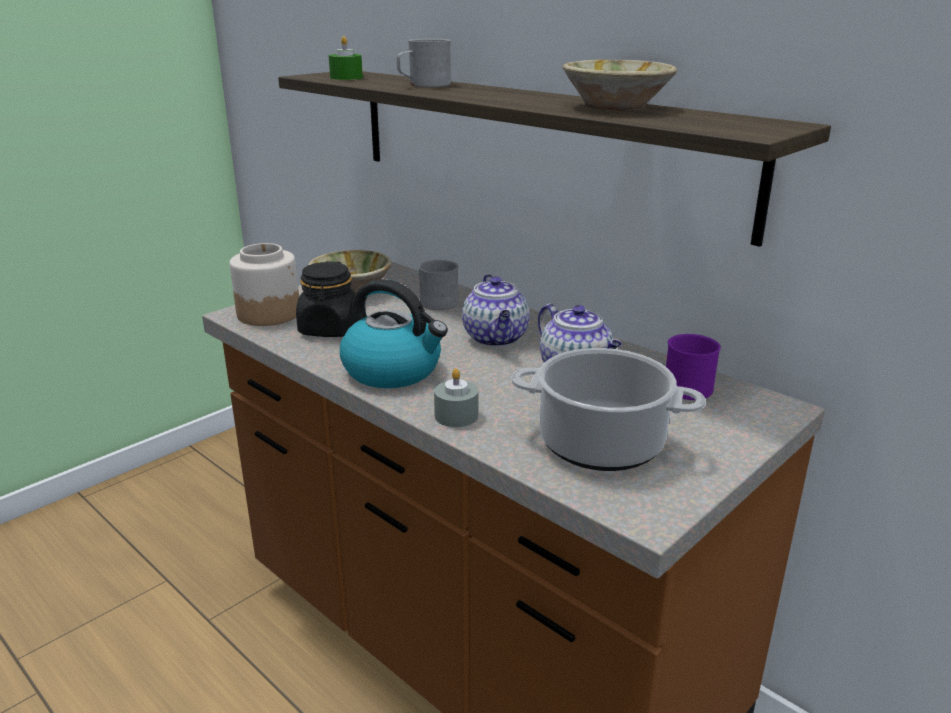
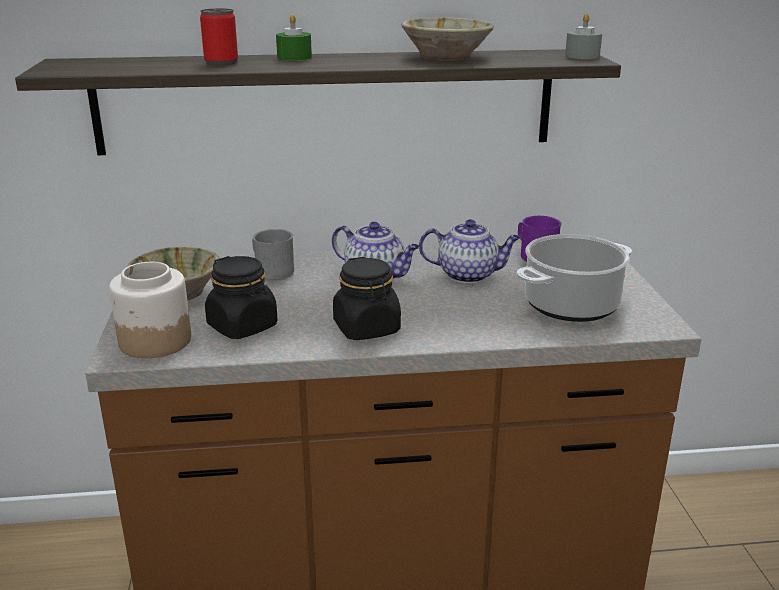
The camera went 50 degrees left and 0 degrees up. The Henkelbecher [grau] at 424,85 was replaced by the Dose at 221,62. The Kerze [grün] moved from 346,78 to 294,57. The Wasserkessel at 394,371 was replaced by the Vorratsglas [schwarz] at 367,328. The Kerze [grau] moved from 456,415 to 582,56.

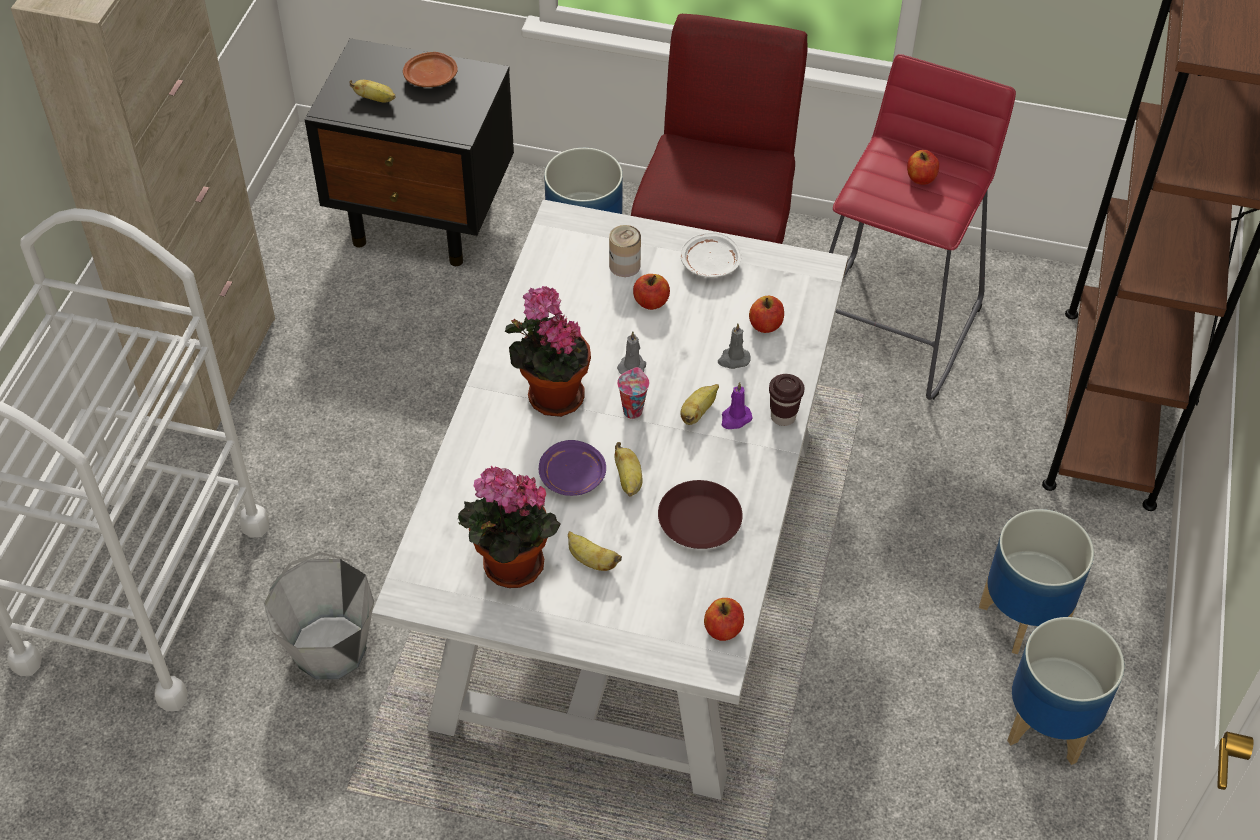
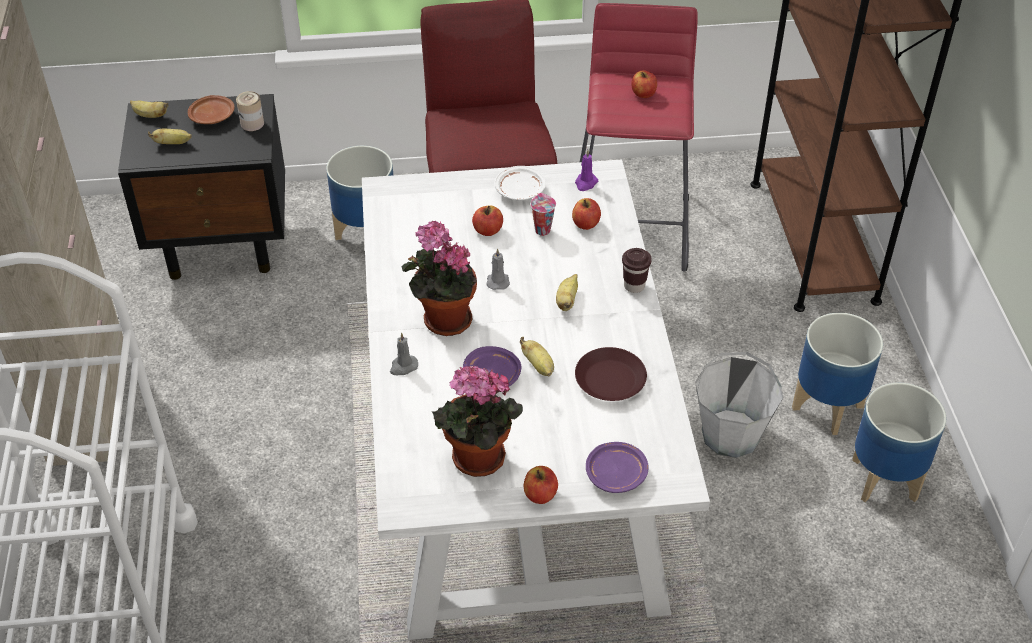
The camera went 20 degrees left and 5 degrees down. The Banane moved from 591,560 to 150,115. The Dose moved from 624,265 to 252,123. The Kerze [grau] moved from 733,359 to 403,367. The Apfel moved from 723,629 to 540,494. The Tasse moved from 632,410 to 542,229. The Kerze [lila] moved from 735,418 to 585,183. The Teller [lila] at 616,474 appeared. The Eimer [grau] moved from 330,648 to 731,434.

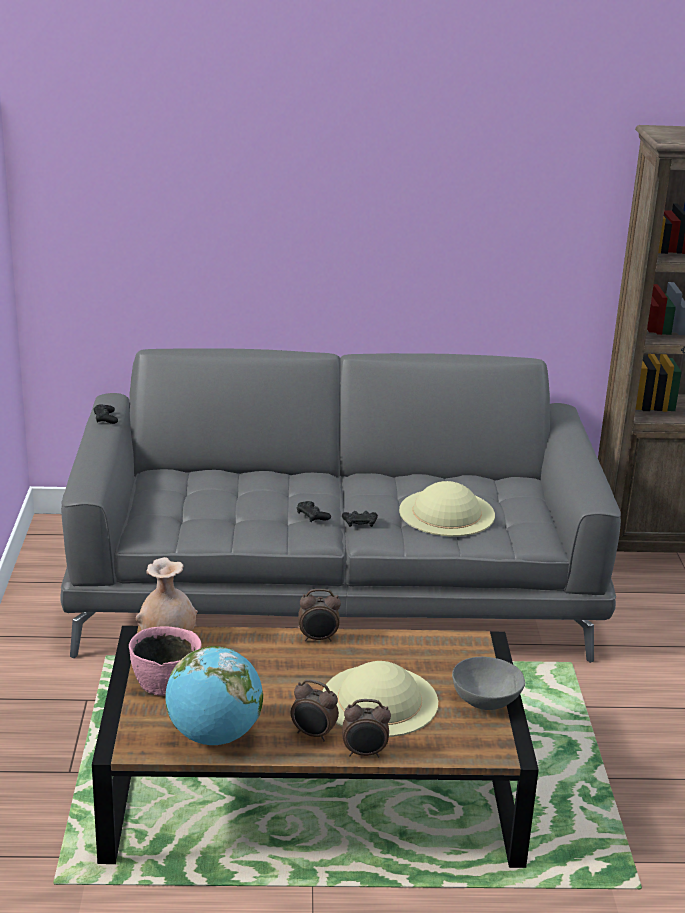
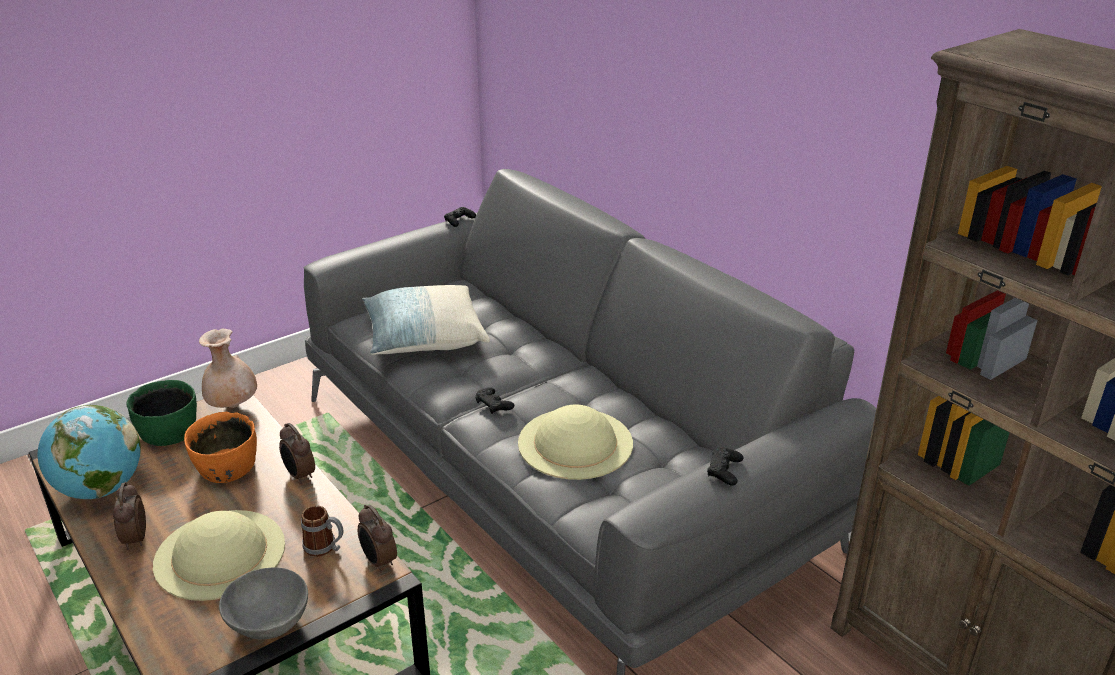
The camera went 55 degrees right and 5 degrees up. The Schüssel [rosa] at 165,680 became the Schüssel [grün] at 169,431. The Schüssel [orange] at 226,467 appeared. The Henkelbecher at 325,548 appeared. The Wecker moved from 364,753 to 378,562. The Kissen at 424,338 appeared. The Gamepad [schwarz] moved from 312,516 to 724,470.

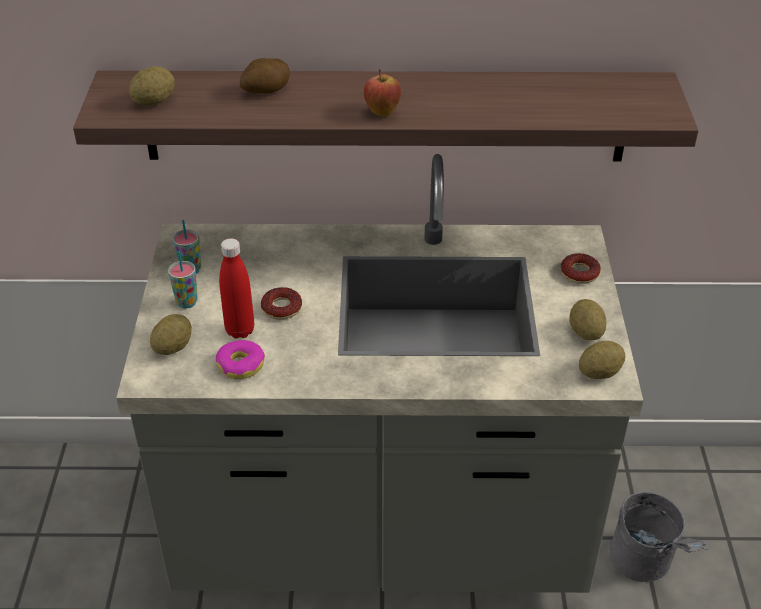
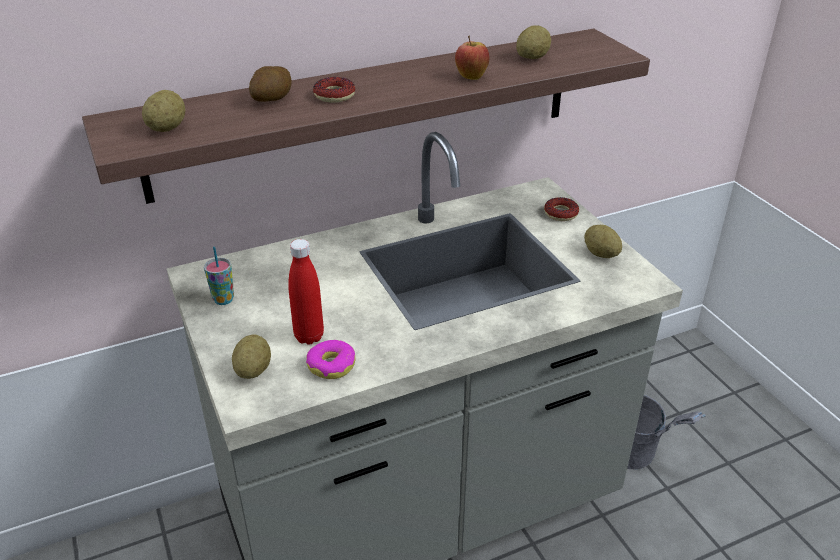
The camera went 25 degrees left and 5 degrees down. The Donut moved from 281,308 to 334,95. The Apfel moved from 382,112 to 471,77. The Kartoffel moved from 599,372 to 532,58. The Tasse at 187,302 disappeared.

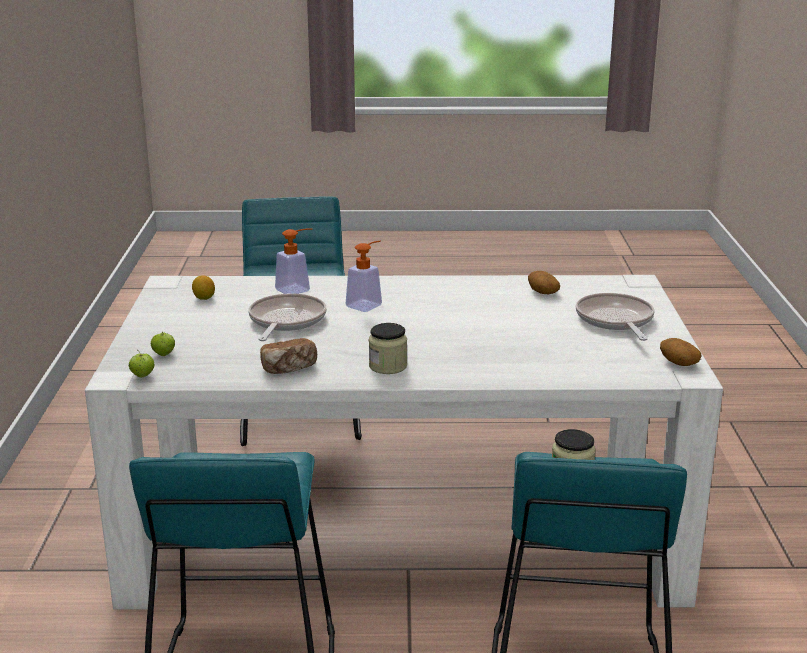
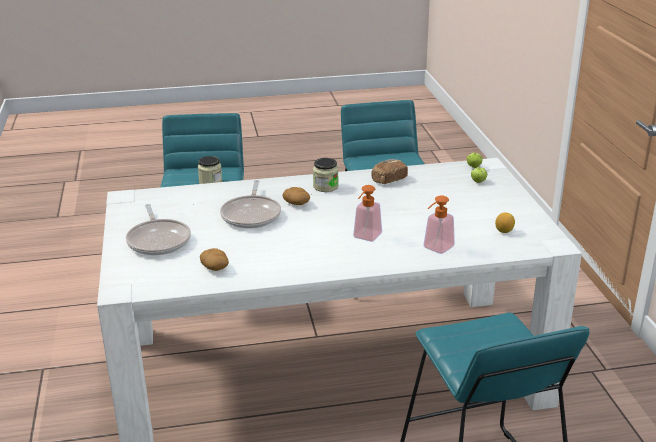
The camera went 170 degrees right and 5 degrees up. The Pfanne moved from 285,321 to 252,215. The Kartoffel moved from 678,362 to 297,203.

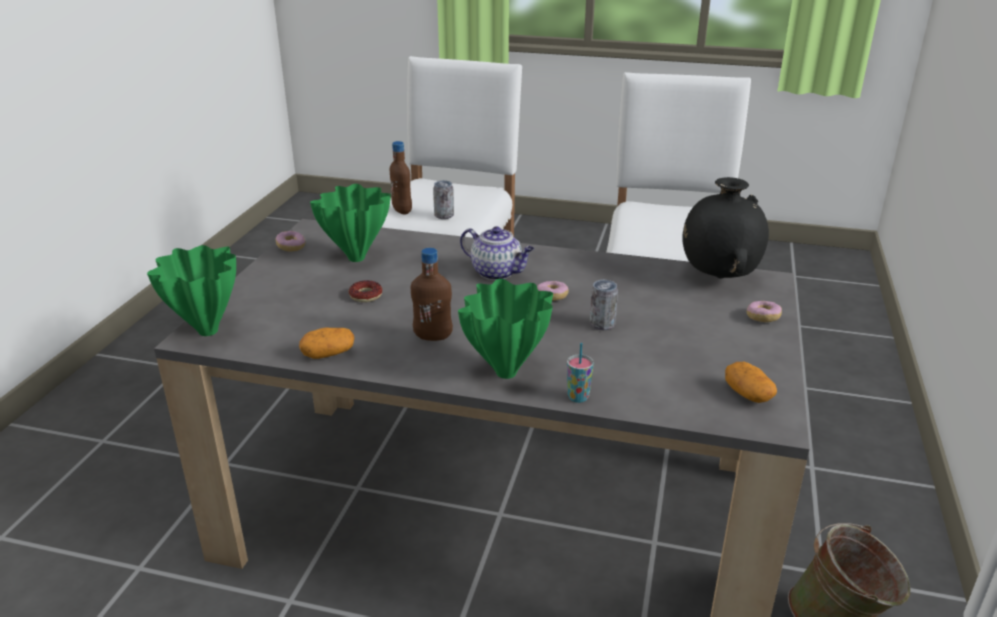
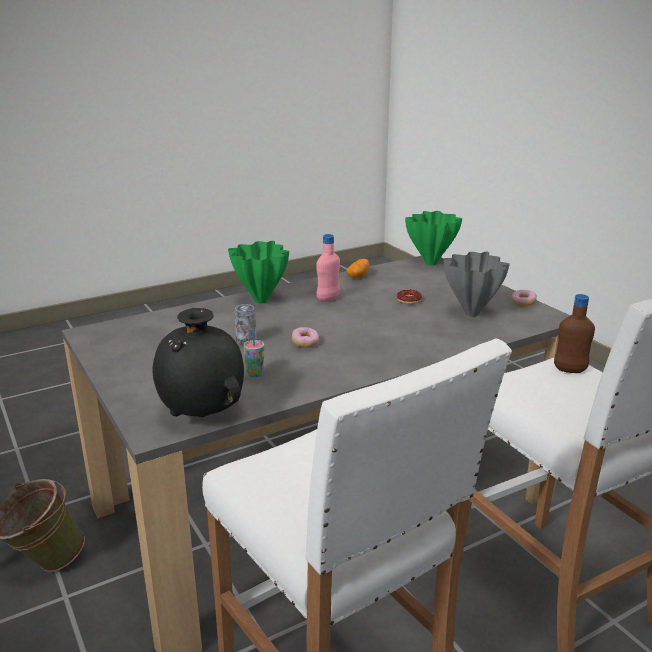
The camera went 135 degrees right and 5 degrees down. The Tasse moved from 578,397 to 255,374. The Flasche [braun] at 433,336 became the Flasche [rosa] at 328,299. The Vase [grün] at 358,258 became the Vase [grau] at 471,314. The Dose at 444,215 disappeared. The Teekanne at 497,272 disappeared. The Kartoffel at 747,394 disappeared. The Donut at 762,318 disappeared.

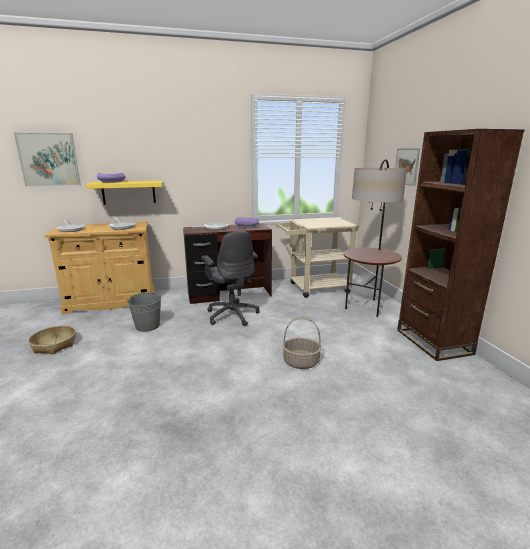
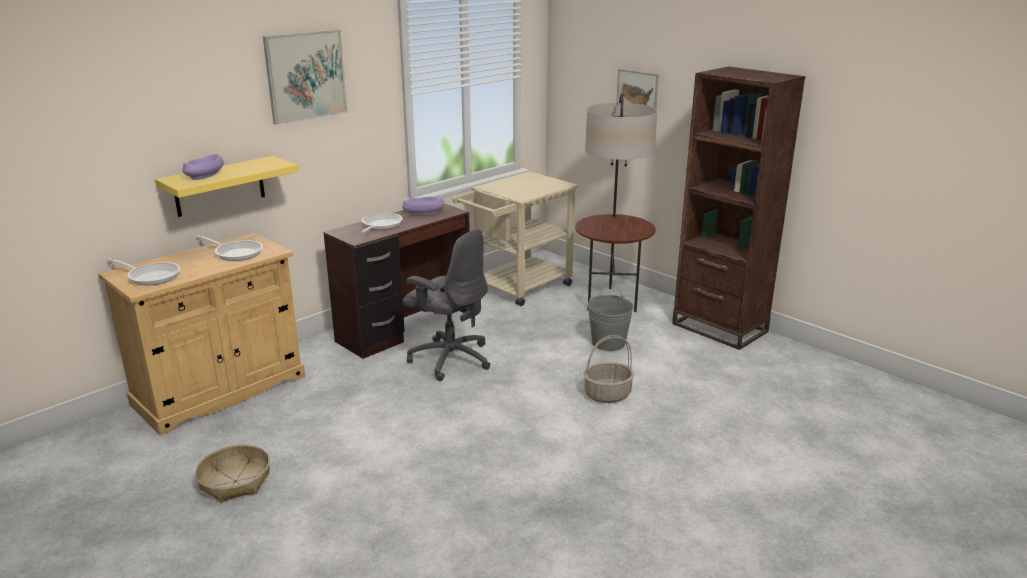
The camera went 30 degrees left and 5 degrees up. The Bild moved from 49,159 to 306,76. The Eimer [grau] moved from 147,326 to 608,343.

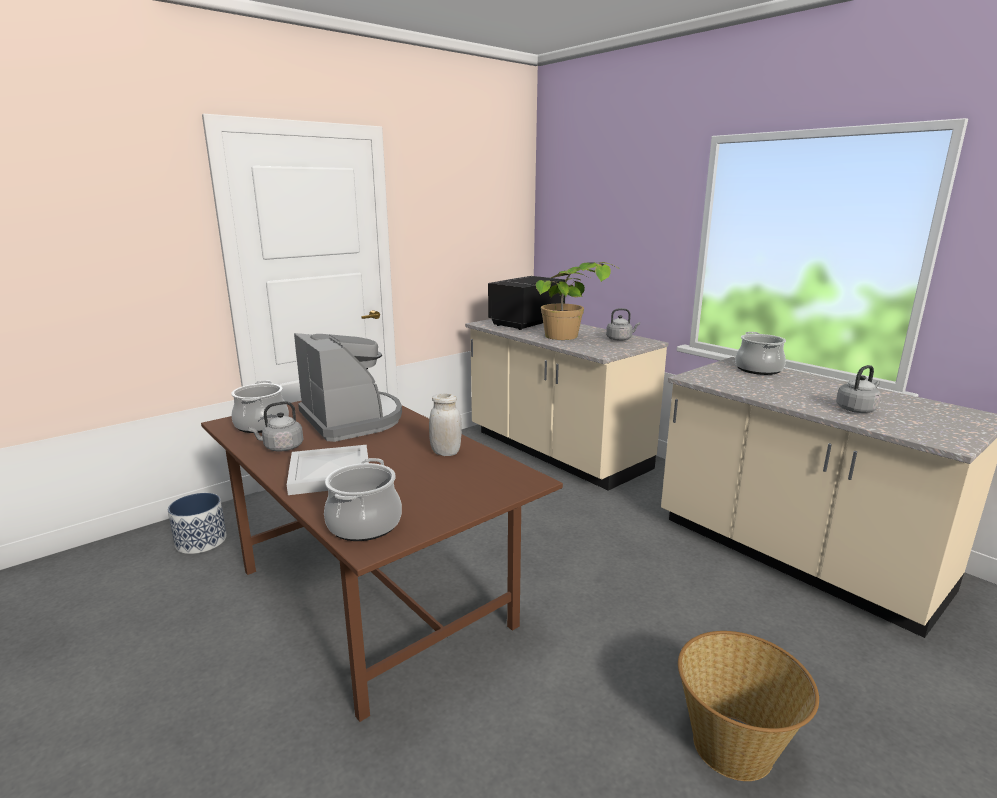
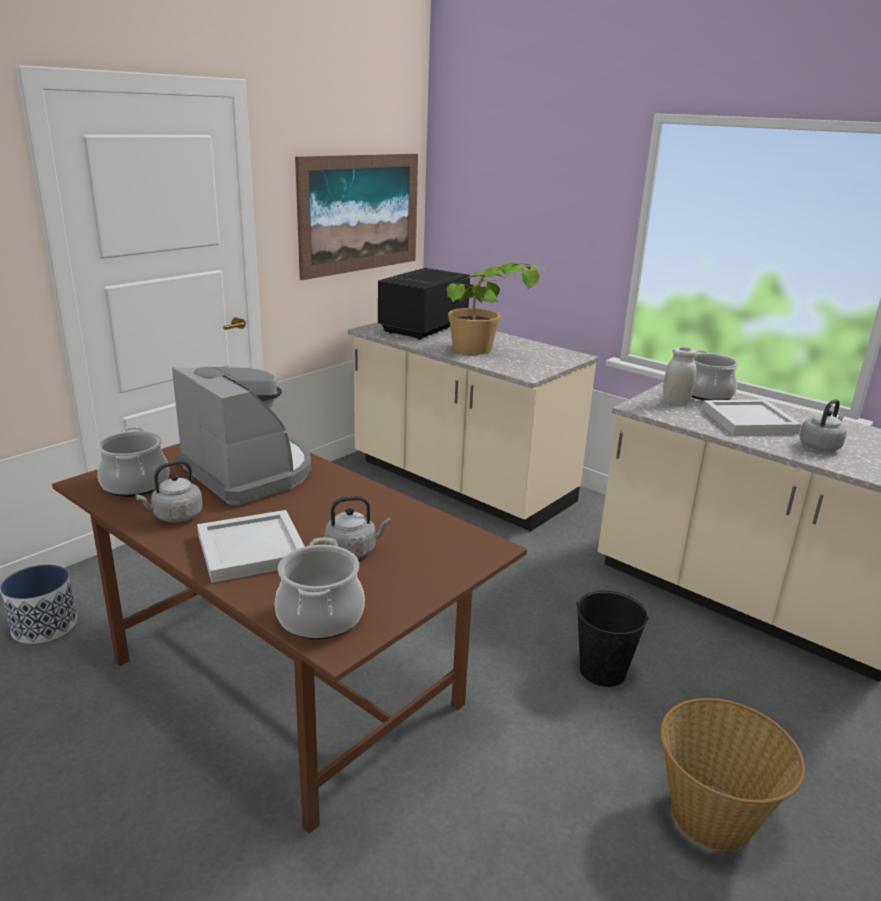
The camera went 10 degrees left and 5 degrees up. The Bild at 360,213 appeared. The Wasserkessel [grau] moved from 620,339 to 353,551. The Eimer [schwarz] at 602,671 appeared. The Vorratsglas [weiß] moved from 446,452 to 675,402. The Tablett [weiß] at 747,420 appeared.

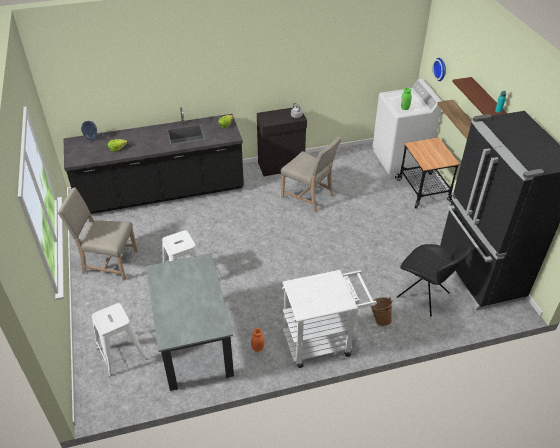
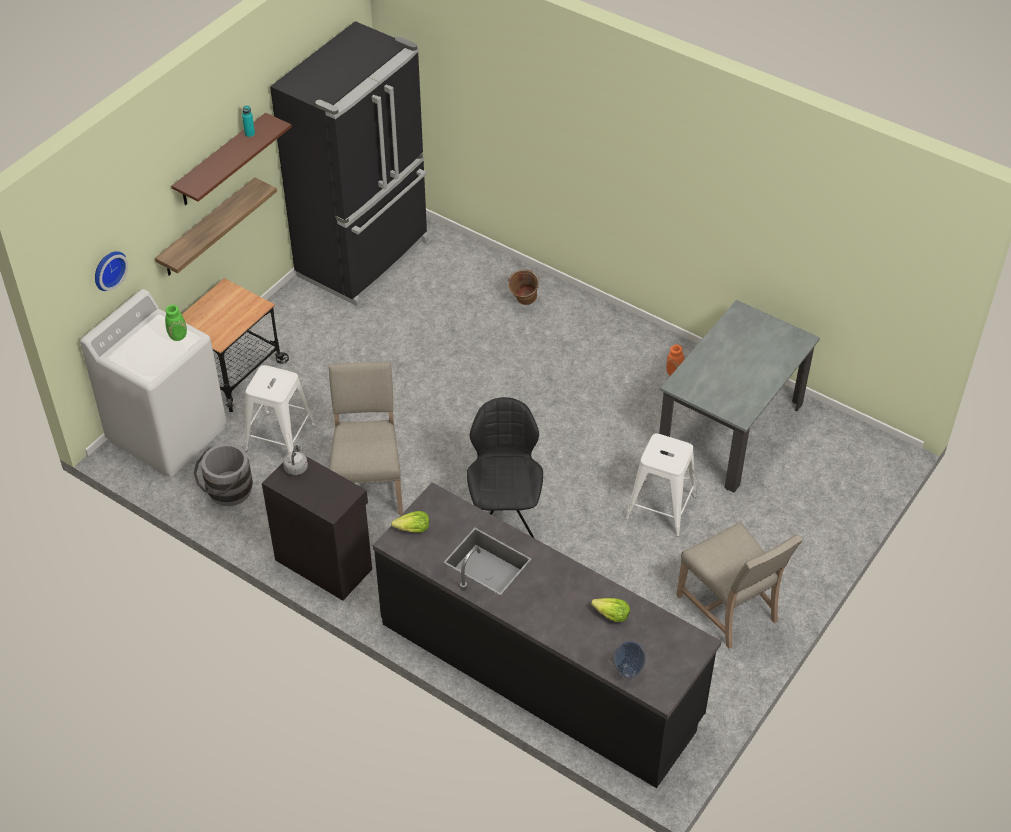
The camera went 130 degrees left and 5 degrees up. The Eimer [grau] at 226,492 appeared. The Hocker [weiß] moved from 121,354 to 280,437. The Stuhl [schwarz] moved from 425,296 to 505,517. The Rollwagen [weiß] at 323,341 disappeared.

